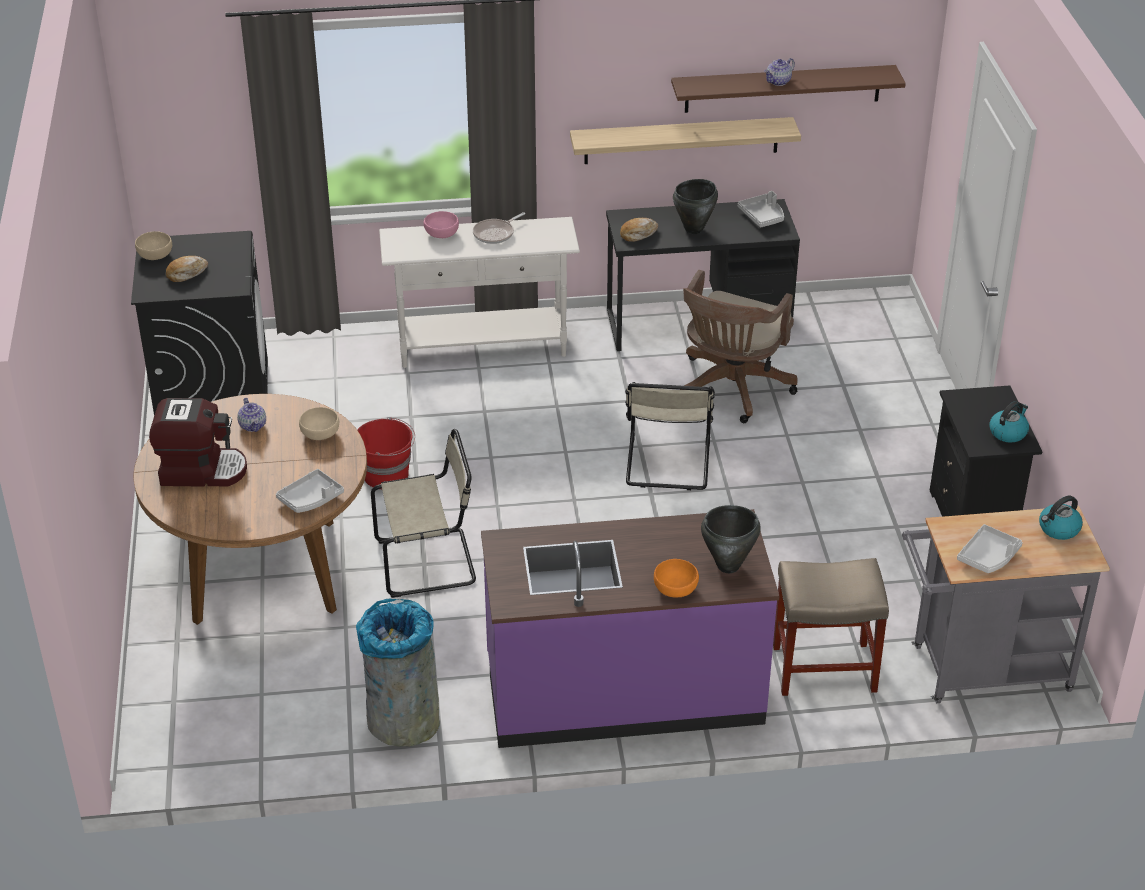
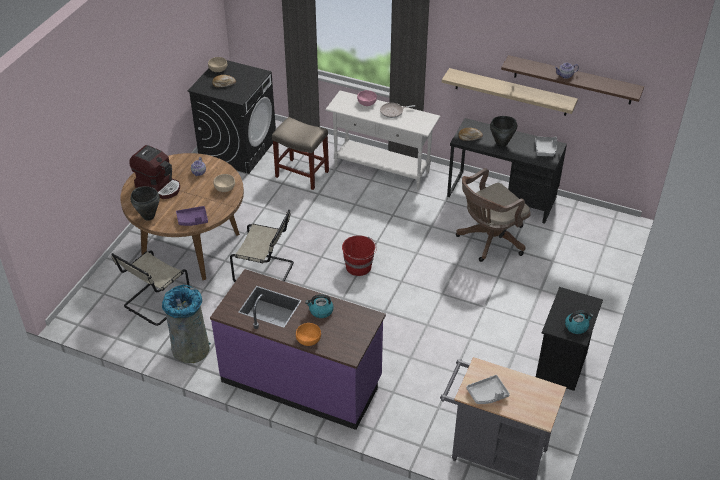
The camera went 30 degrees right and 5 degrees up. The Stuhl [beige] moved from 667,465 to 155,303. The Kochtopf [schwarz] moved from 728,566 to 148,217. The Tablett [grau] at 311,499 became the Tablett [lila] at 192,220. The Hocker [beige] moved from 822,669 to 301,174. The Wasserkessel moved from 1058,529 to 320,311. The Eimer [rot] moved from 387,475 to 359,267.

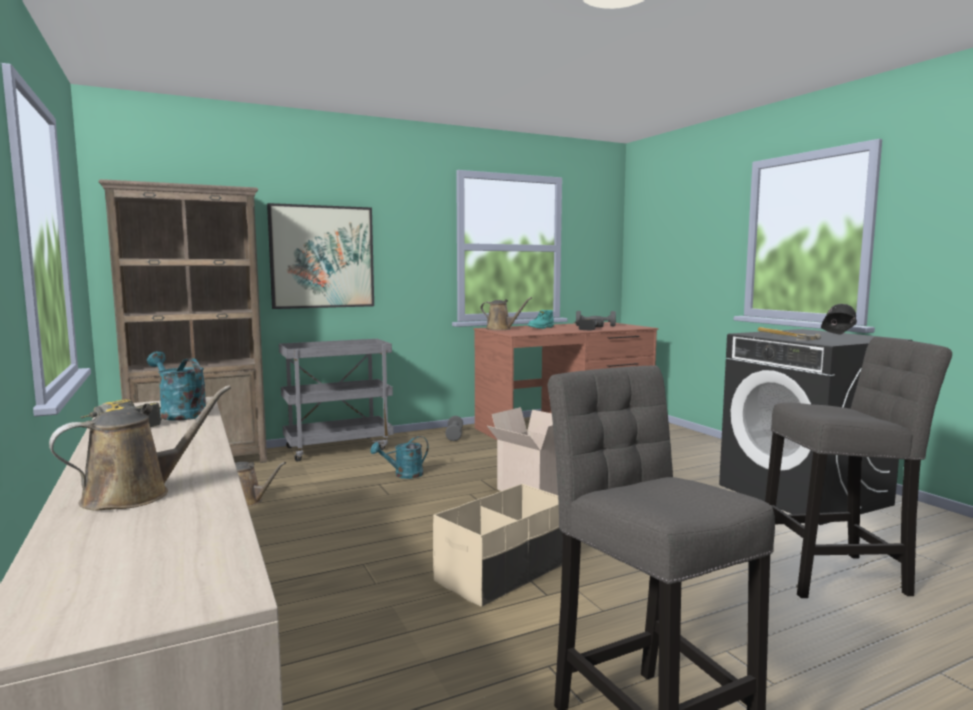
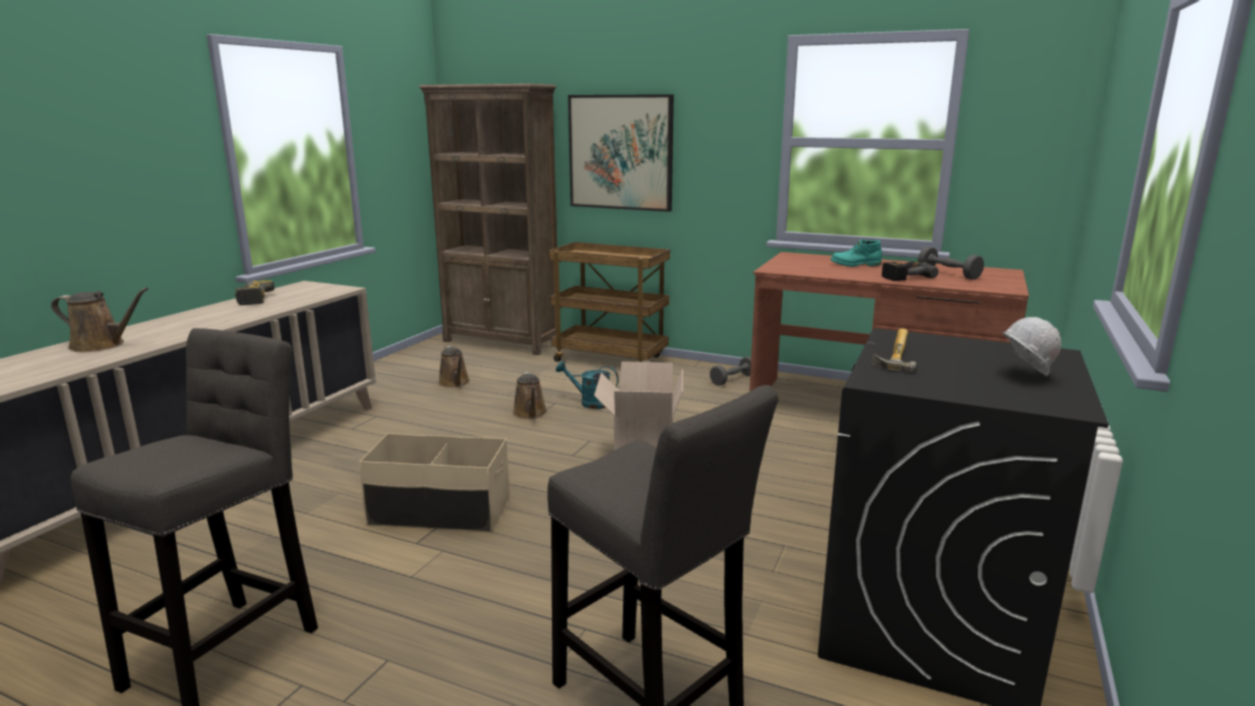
The camera went 50 degrees right and 10 degrees up. The Gießkanne [braun] moved from 501,329 to 530,414. The Rollwagen [grau] at 339,448 became the Rollwagen [braun] at 611,359. The Schutzhelm [schwarz] at 837,335 became the Schutzhelm [weiß] at 1023,376. The Gießkanne [türkis] at 179,414 disappeared.

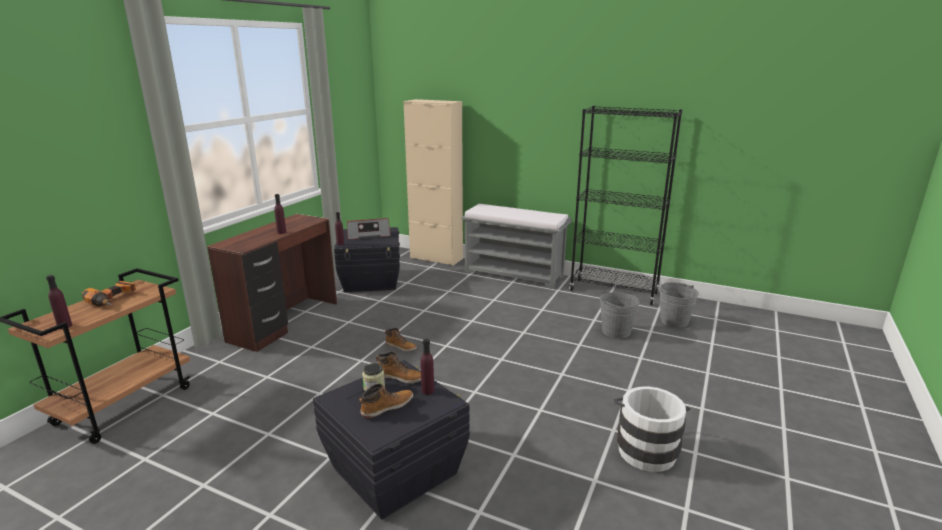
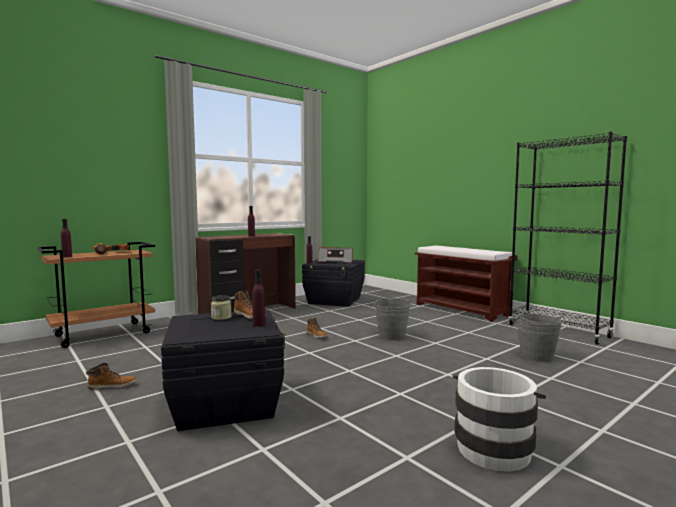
The camera went 25 degrees right and 15 degrees down. The Stiefel moved from 387,407 to 113,386. The Eimer [grau] moved from 674,321 to 392,335. The Bank [grau] at 515,274 became the Bank [braun] at 462,310. The Schrank [beige] at 436,258 disappeared.

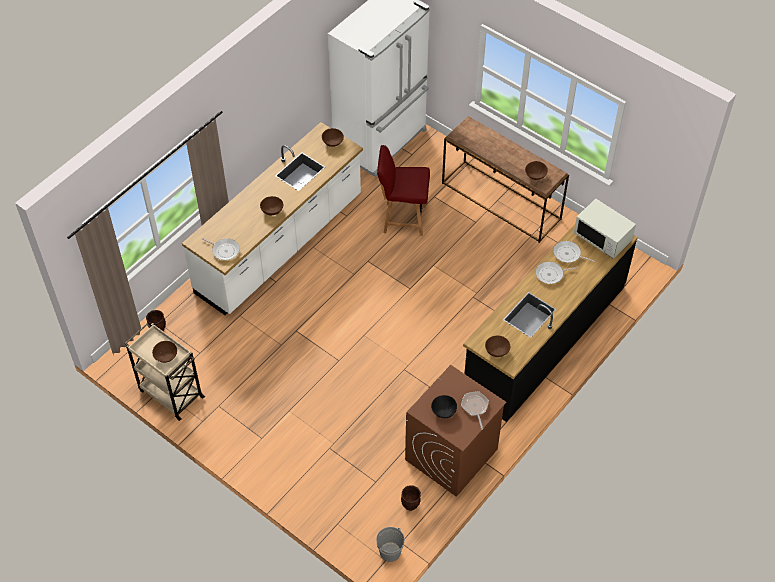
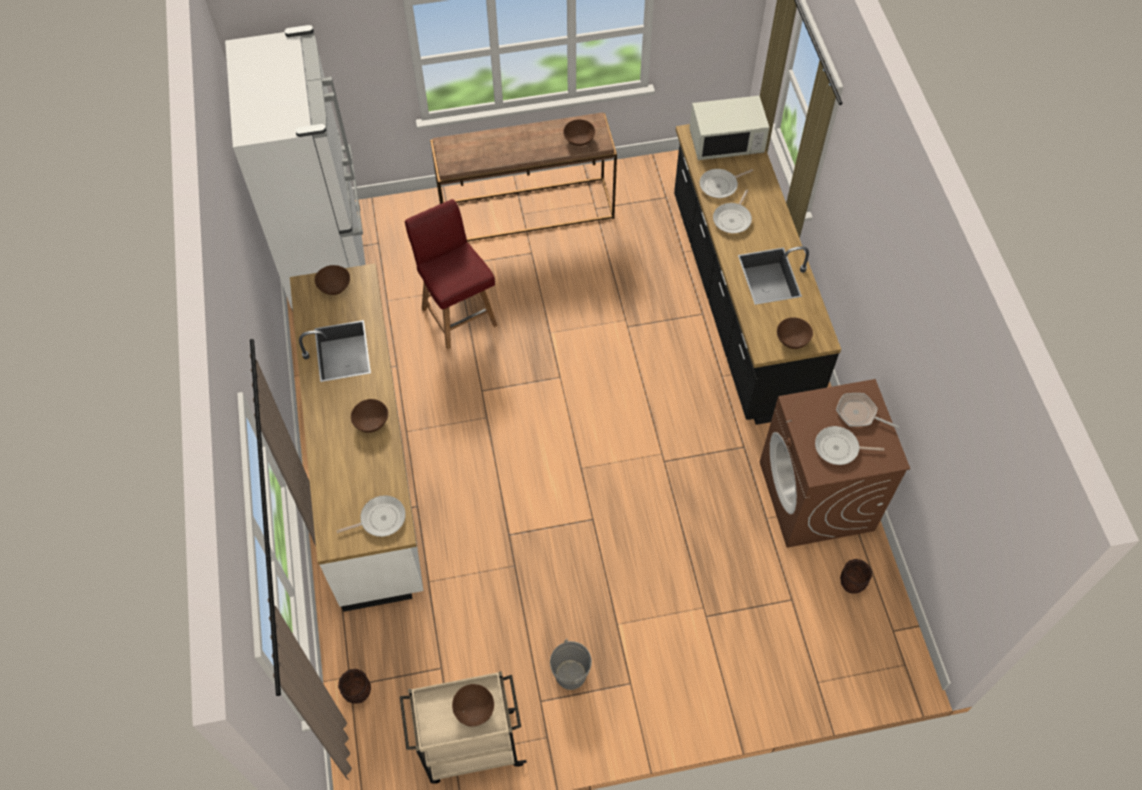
The camera went 50 degrees left and 5 degrees up. The Stuhl [rot] at 403,219 turned 105 degrees clockwise. The Eimer [grau] moved from 390,552 to 570,675. The Schüssel [schwarz] at 443,411 was replaced by the Pfanne at 839,448.

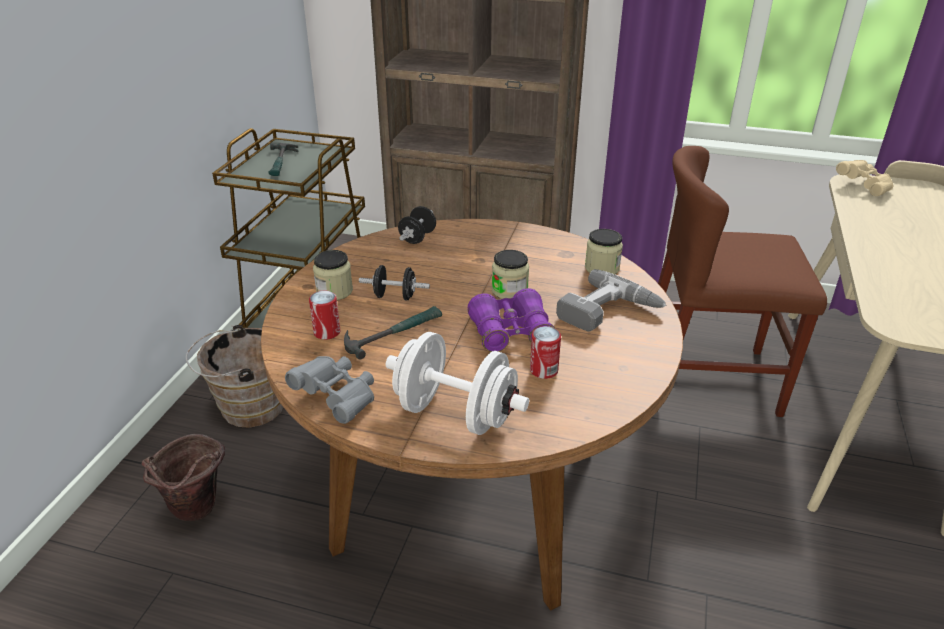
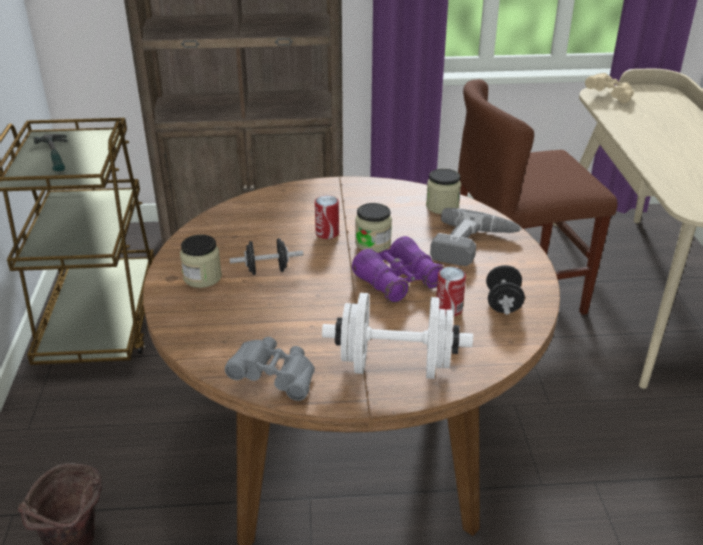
The camera went 20 degrees left and 0 degrees up. The Dose moved from 327,332 to 327,233. The Hantel [schwarz] moved from 417,237 to 503,303. The Eimer [braun] at 247,407 disappeared. The Hammer at 393,334 disappeared.

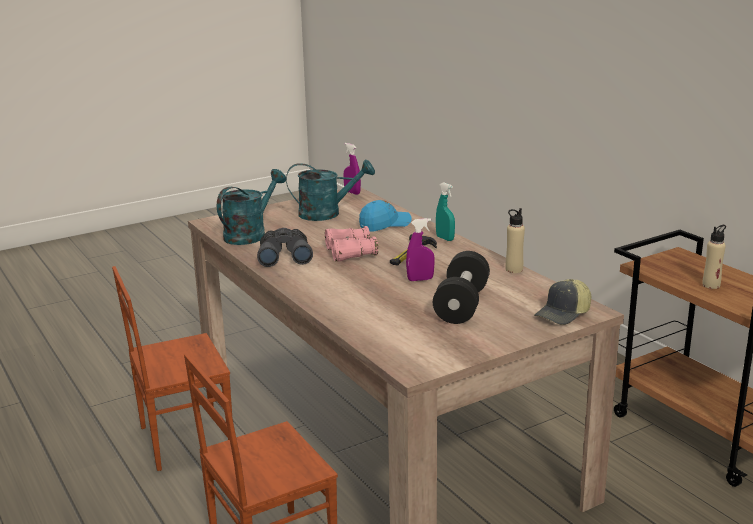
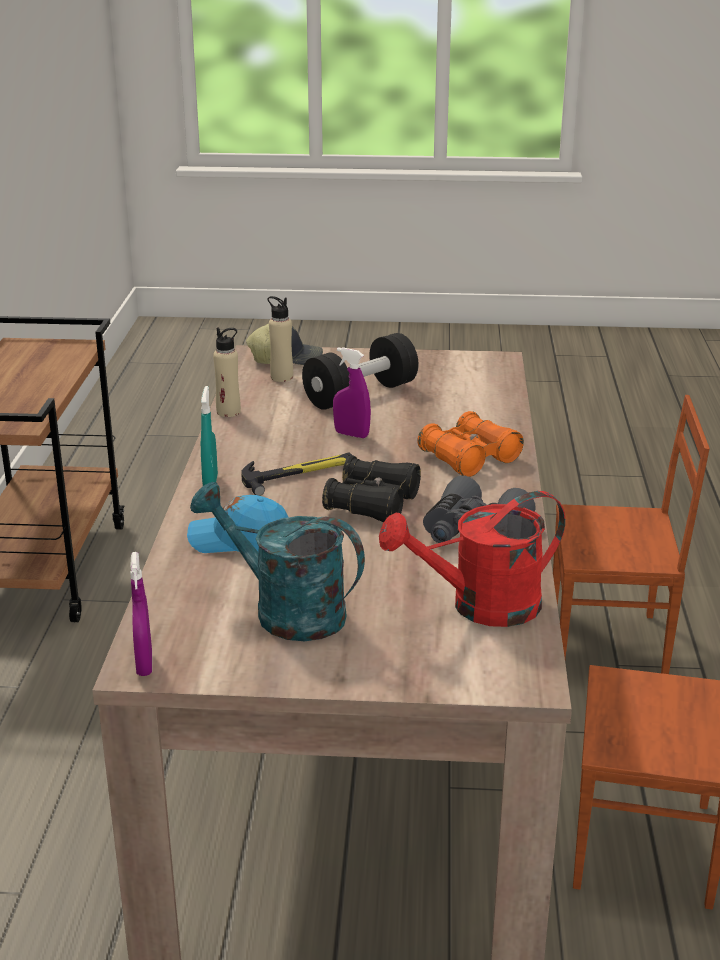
The camera went 145 degrees left and 5 degrees up. The Flasche [beige] moved from 711,285 to 281,377. The Fernglas [rosa] at 350,252 became the Fernglas [schwarz] at 373,504. The Gießkanne [türkis] at 250,234 became the Gießkanne [rot] at 480,607. The Fernglas [orange] at 469,458 appeared.

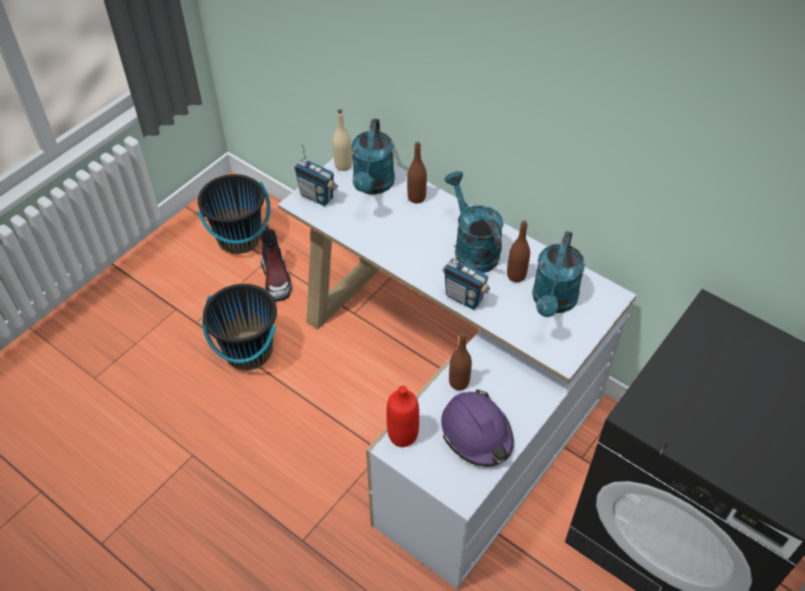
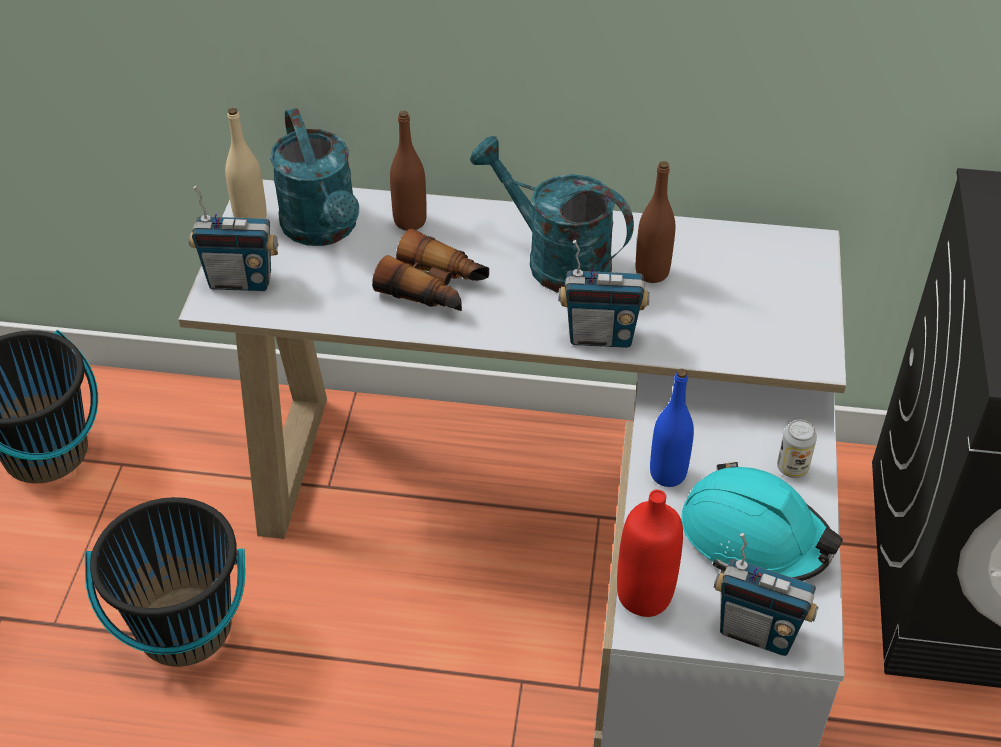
The camera went 30 degrees left and 5 degrees down. The Fernglas at 435,288 appeared. The Flasche [braun] at 459,382 became the Flasche [blau] at 667,474. The Schutzhelm [lila] at 477,434 became the Schutzhelm [türkis] at 754,537. The Radio at 757,632 appeared. The Dose at 792,468 appeared. The Stiefel at 276,278 disappeared. The Gießkanne [türkis] at 553,302 disappeared.

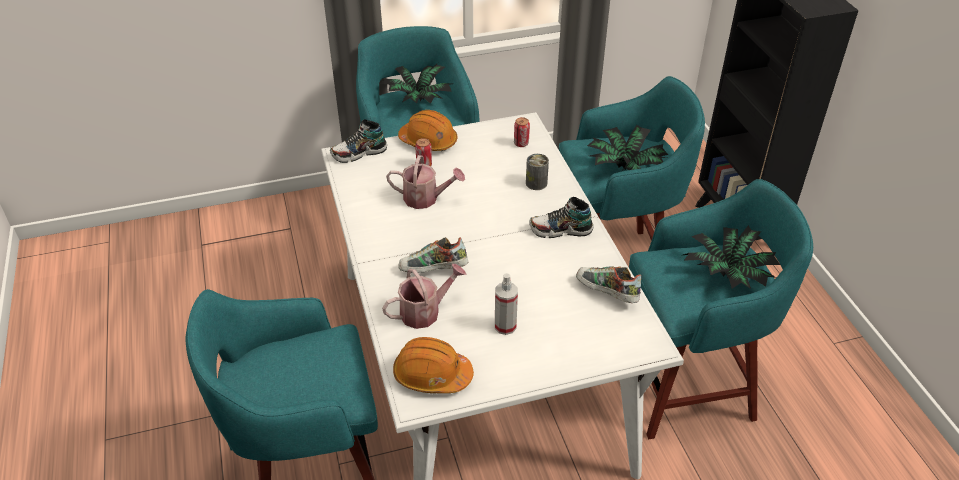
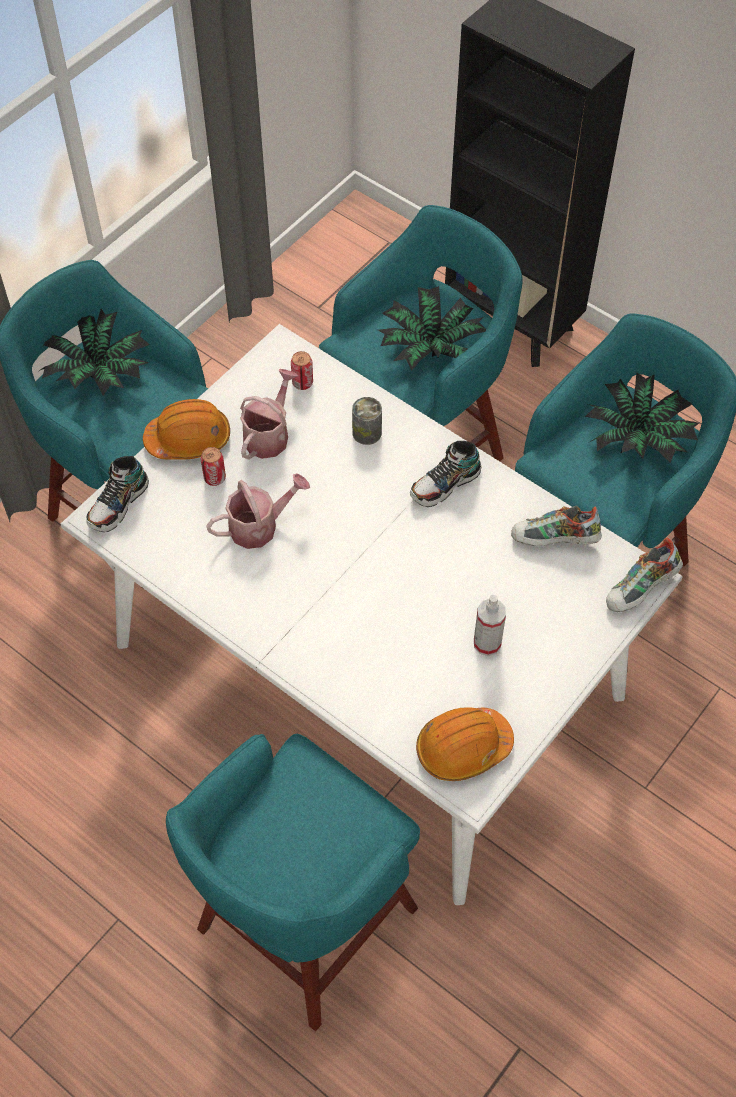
The camera went 35 degrees left and 15 degrees up. The Gießkanne moved from 425,311 to 269,434. The Schuh moved from 433,271 to 641,589.

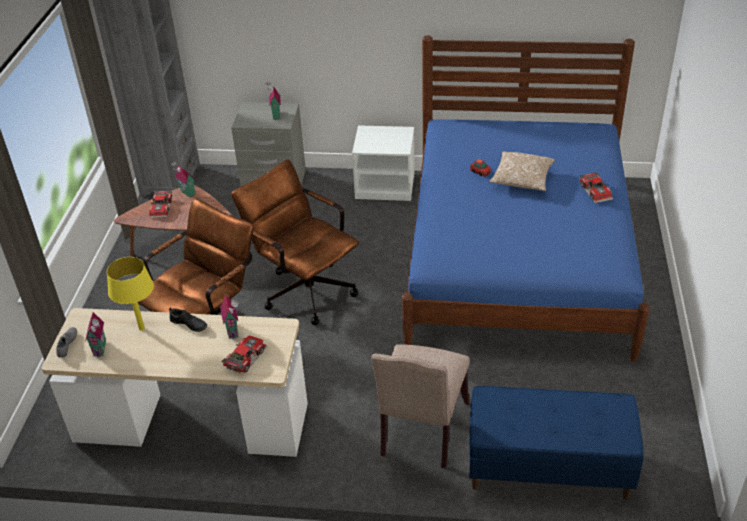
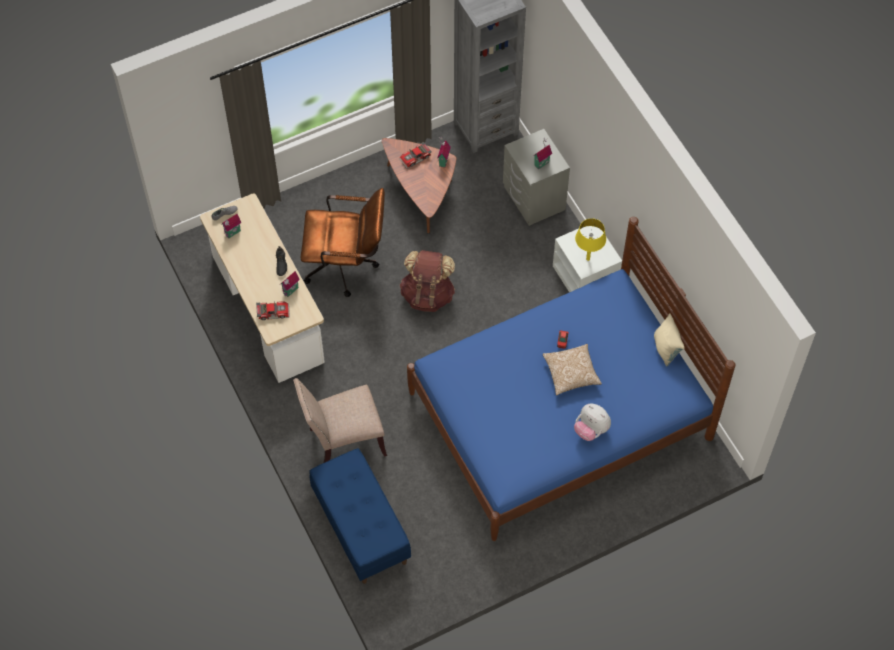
The camera went 55 degrees right and 20 degrees up. The Bürostuhl [braun] at 303,288 was replaced by the Rucksack [braun] at 428,295. The Spielzeugauto at 596,191 was replaced by the Plüschtier at 591,430. The Tischlampe [gelb] moved from 142,328 to 588,259. The Kissen [beige] at 666,348 appeared.

